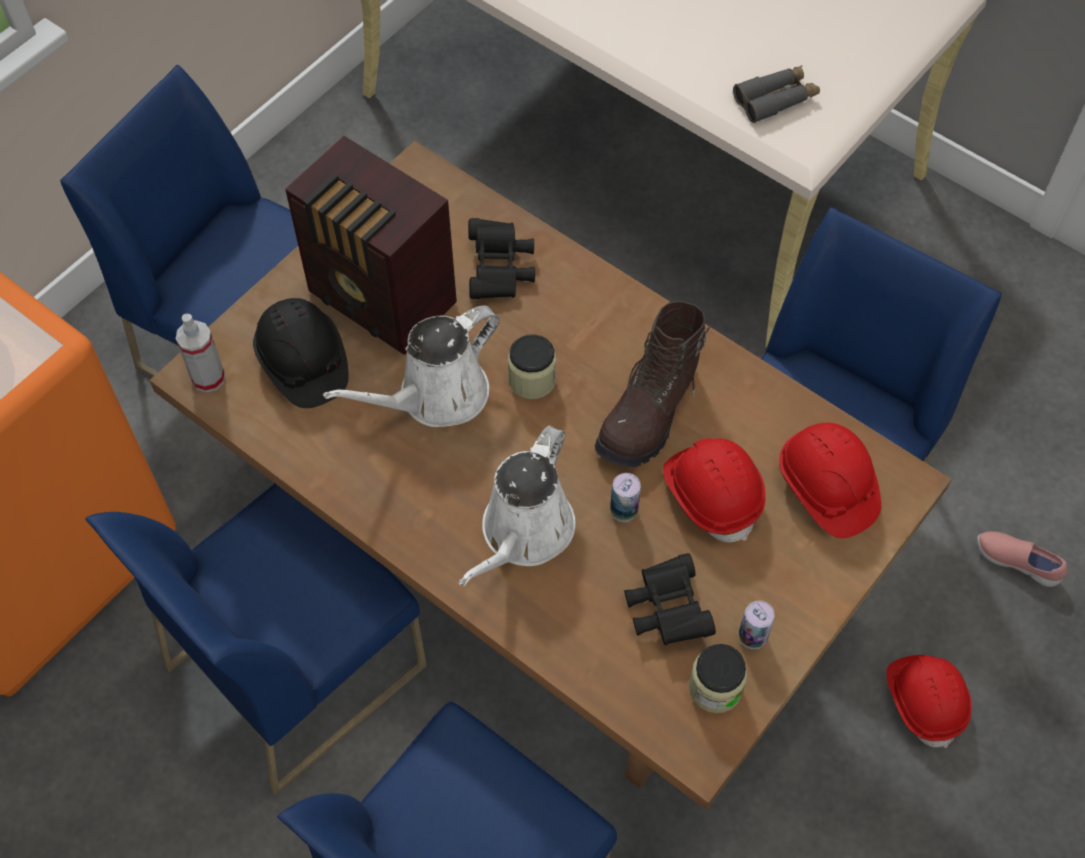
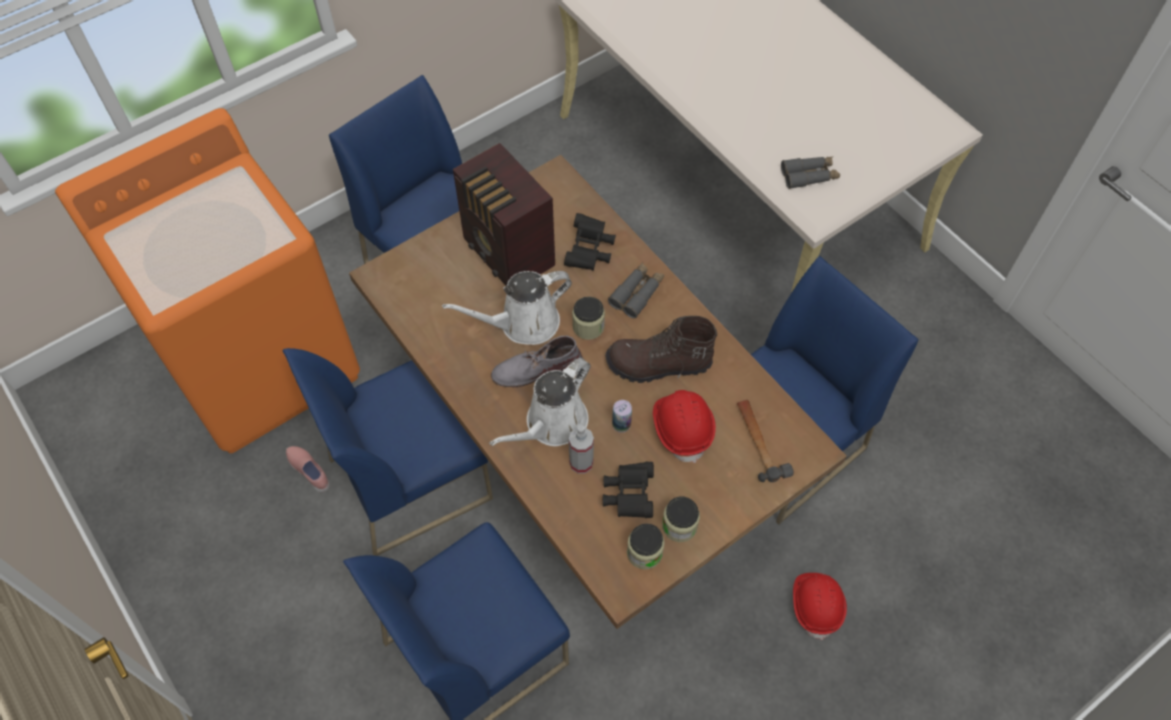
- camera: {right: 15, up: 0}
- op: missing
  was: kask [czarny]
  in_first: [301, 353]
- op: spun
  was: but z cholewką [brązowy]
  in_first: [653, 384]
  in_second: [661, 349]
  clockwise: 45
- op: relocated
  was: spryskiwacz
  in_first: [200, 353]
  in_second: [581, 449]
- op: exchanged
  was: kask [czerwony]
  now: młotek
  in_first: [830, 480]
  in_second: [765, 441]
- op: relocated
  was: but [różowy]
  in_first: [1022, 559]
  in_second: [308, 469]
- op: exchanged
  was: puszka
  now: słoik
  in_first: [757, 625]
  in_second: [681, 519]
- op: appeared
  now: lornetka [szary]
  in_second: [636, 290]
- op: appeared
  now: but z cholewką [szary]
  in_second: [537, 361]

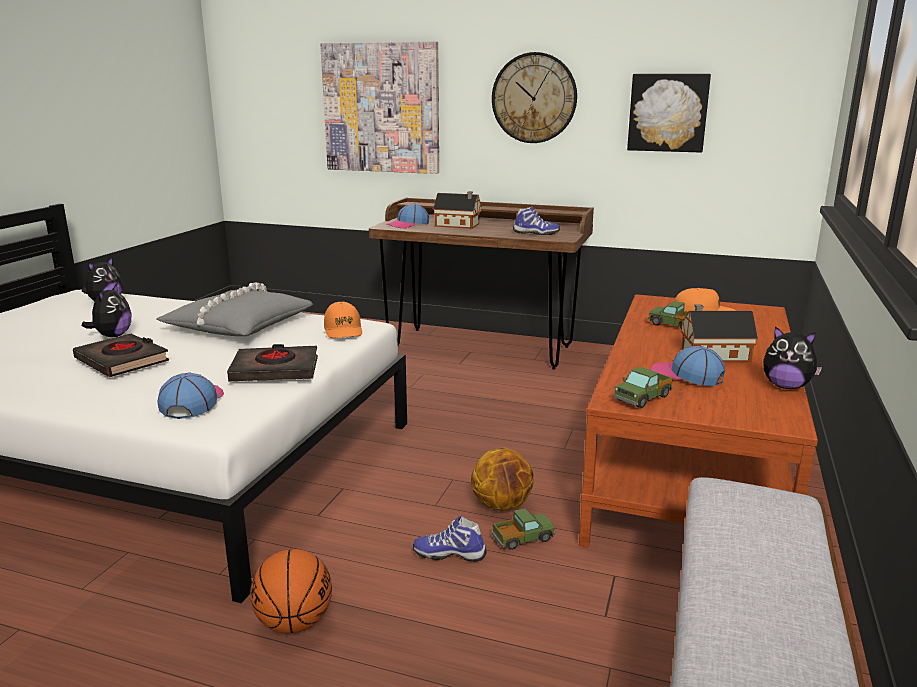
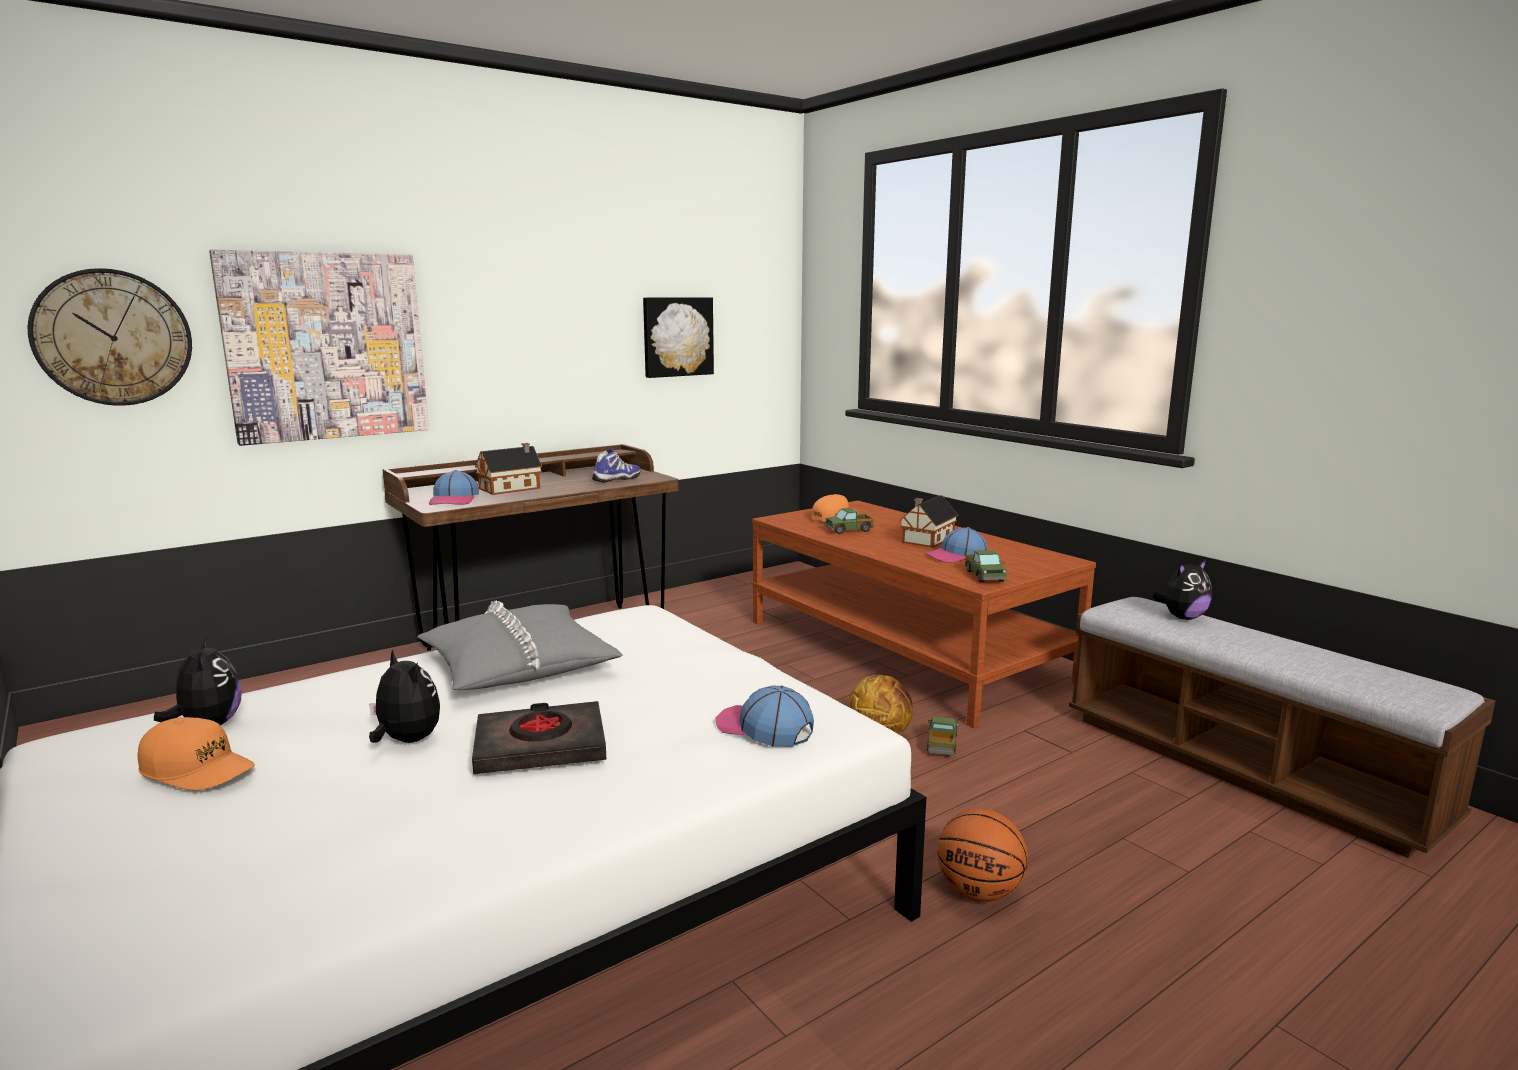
- camera: {right: -55, up: -5}
- op: relocated
  was: zegar ścienny
  in_first: [534, 97]
  in_second: [110, 337]
- op: relocated
  was: czapka z daszkiem [pomarańczowy]
  in_first: [343, 320]
  in_second: [196, 753]
- op: relocated
  was: pluszak
  in_first: [792, 357]
  in_second: [1182, 589]
- op: missing
  was: książka [czarny]
  in_first: [272, 362]
- op: missing
  was: but
  in_first: [450, 539]

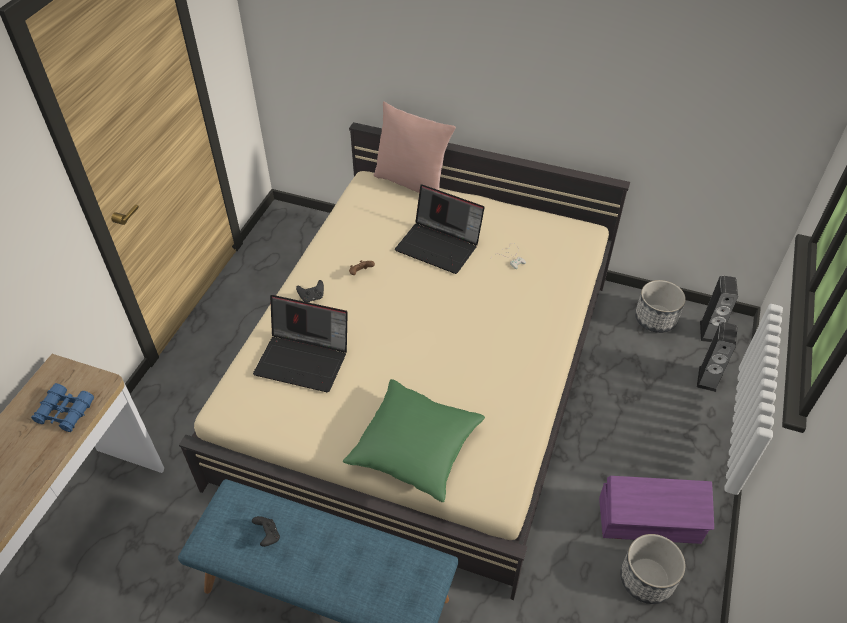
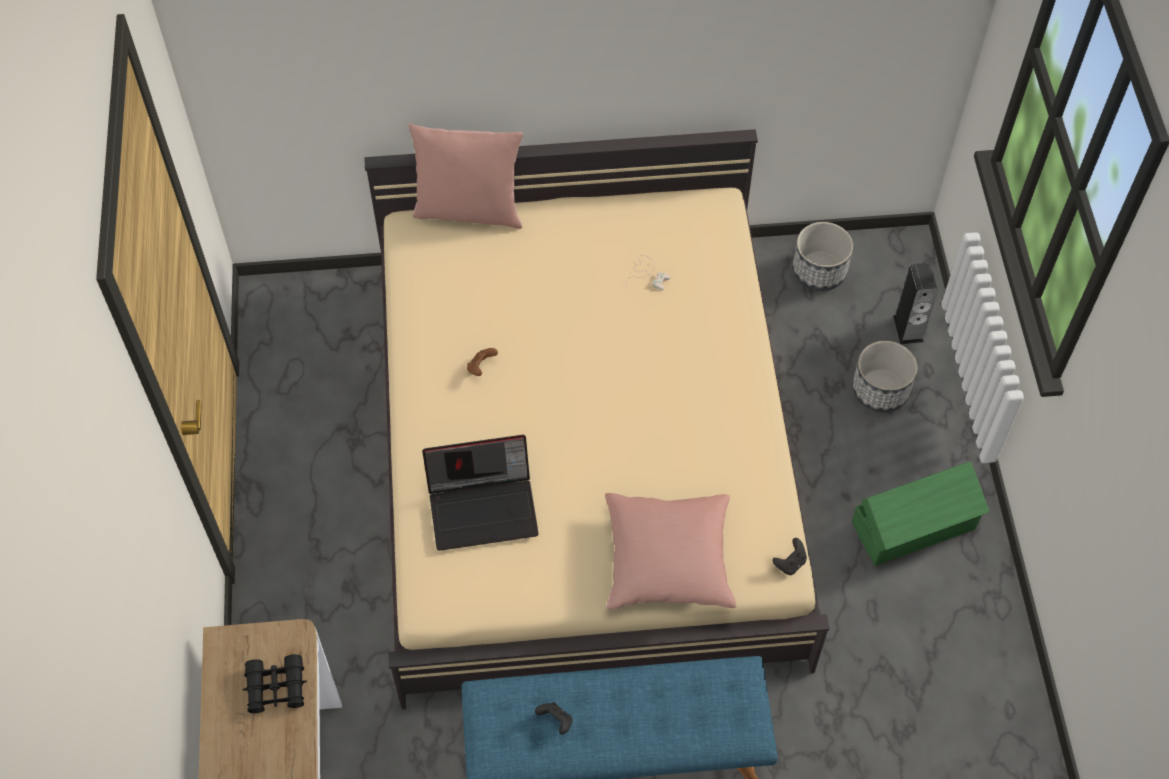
- camera: {right: -25, up: 10}
- op: missing
  was: laptop
  in_first: [440, 229]
- op: missing
  was: głośnik
  in_first: [719, 309]
- op: relocated
  was: pad do gier [czarny]
  in_first: [310, 291]
  in_second: [789, 556]
- op: colour
  was: poduszka [zielony]
  now: poduszka [różowy]
  in_first: [414, 440]
  in_second: [670, 551]
- op: colour
  was: lornetka [niebieski]
  now: lornetka [czarny]
  in_first: [62, 407]
  in_second: [275, 683]
- op: colour
  was: pojemnik do przechowywania [fioletowy]
  now: pojemnik do przechowywania [zielony]
  in_first: [656, 510]
  in_second: [920, 514]
- op: relocated
  was: donica
  in_first: [653, 569]
  in_second: [884, 376]

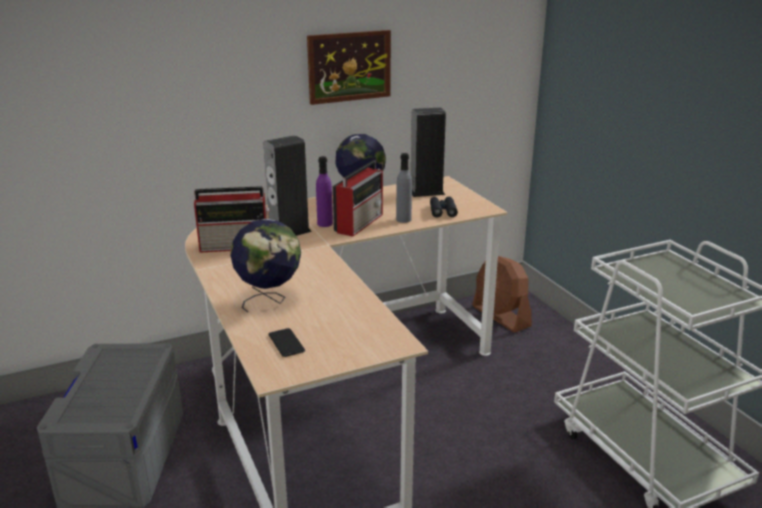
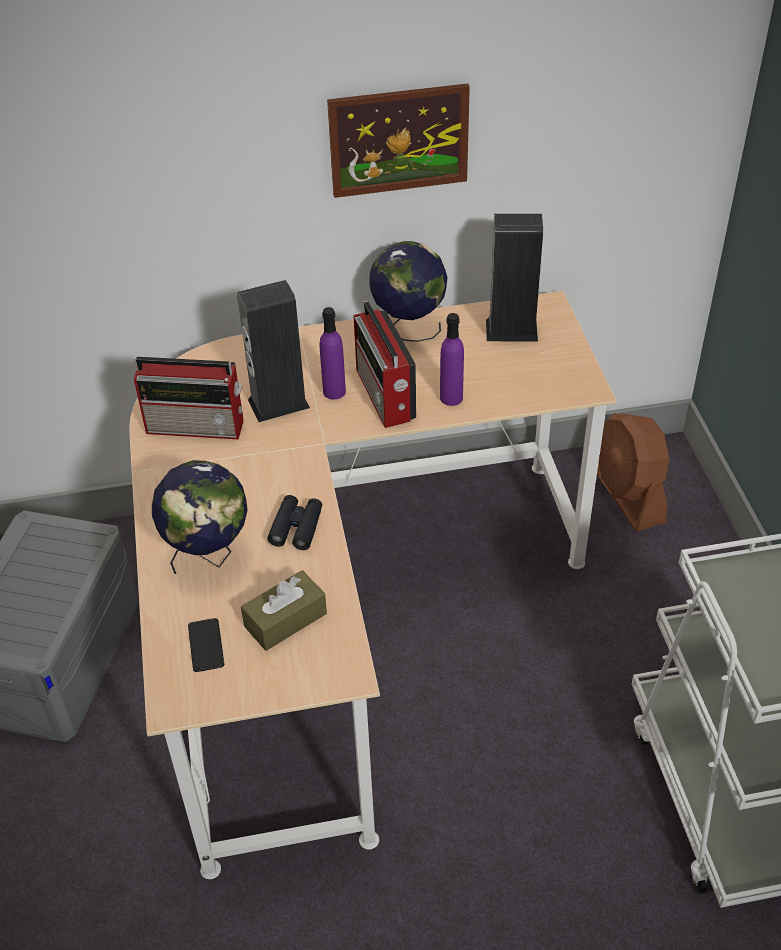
- camera: {right: 15, up: 20}
- op: colour
  was: butelka [szary]
  now: butelka [fioletowy]
  in_first: [404, 188]
  in_second: [452, 359]
- op: spun
  was: radio
  in_first: [358, 198]
  in_second: [385, 364]
  clockwise: 120
- op: relocated
  was: lornetka [czarny]
  in_first: [444, 207]
  in_second: [294, 522]
- op: appeared
  now: pudełko chusteczek [brązowy]
  in_second: [284, 610]

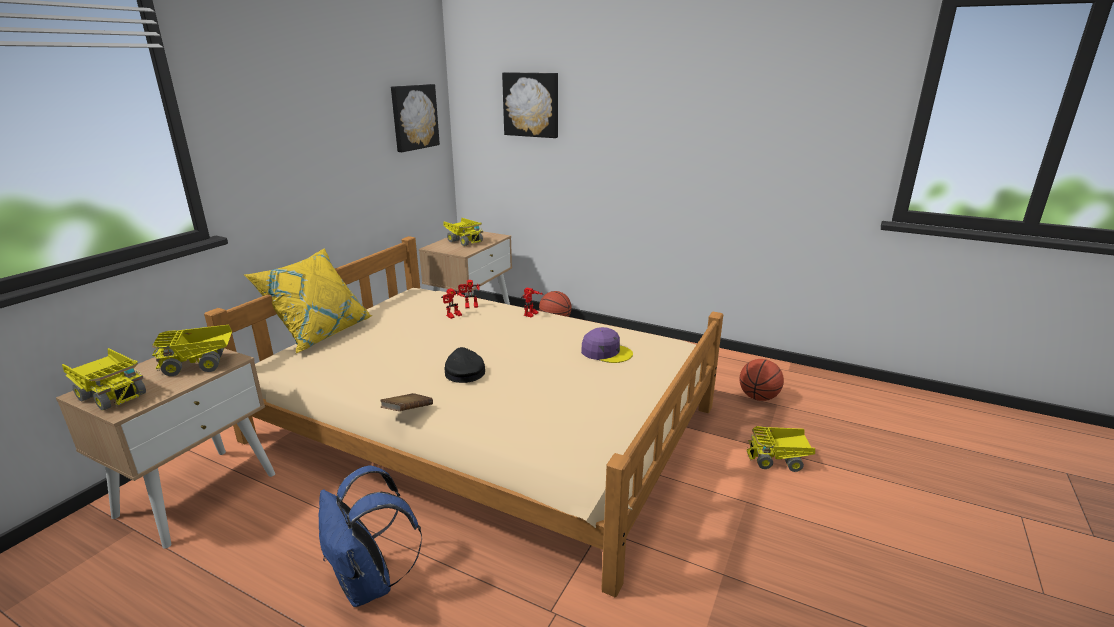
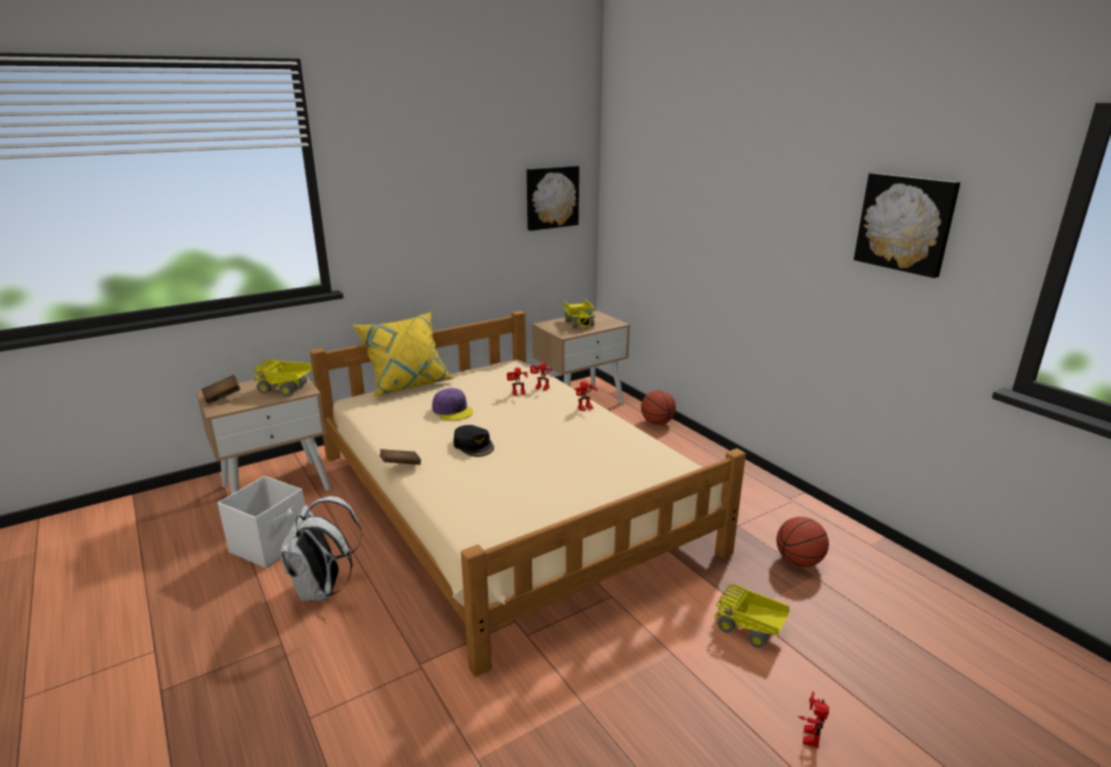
- camera: {right: 30, up: 0}
- op: relocated
  was: obraz
  in_first: [530, 105]
  in_second: [907, 225]
- op: relocated
  was: czapka z daszkiem [fioletowy]
  in_first: [607, 345]
  in_second: [452, 404]
- op: spun
  was: czapka z daszkiem [czarny]
  in_first: [465, 365]
  in_second: [473, 441]
  clockwise: 135
- op: exchanged
  was: ciężarówka zabawkowa
  now: książka [brązowy]
  in_first: [104, 379]
  in_second: [220, 389]
- op: colour
  was: plecak [niebieski]
  now: plecak [biały]
  in_first: [370, 536]
  in_second: [321, 548]
- op: appeared
  now: pojemnik do przechowywania [biały]
  in_second: [261, 522]
- op: appeared
  now: robot zabawkowy
  in_second: [813, 719]

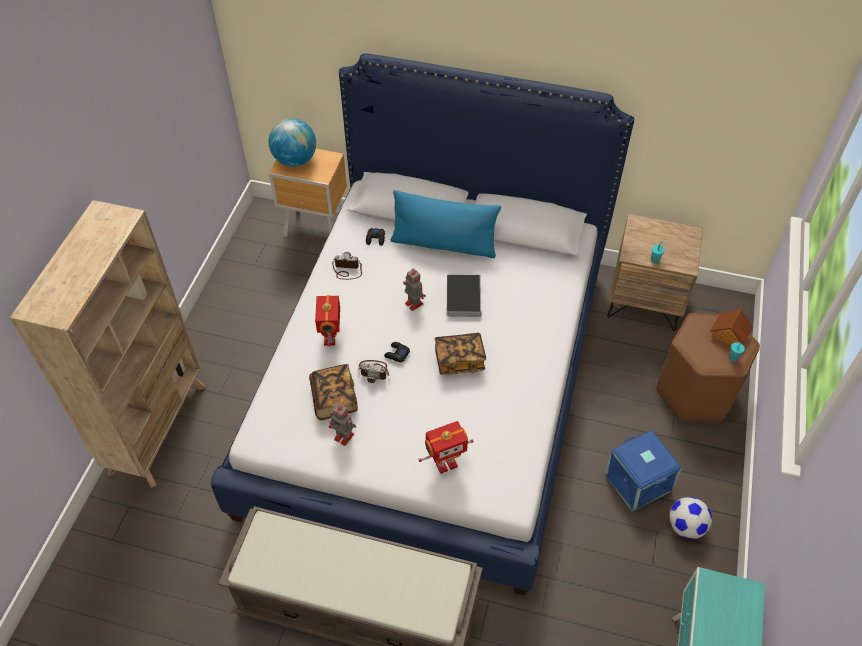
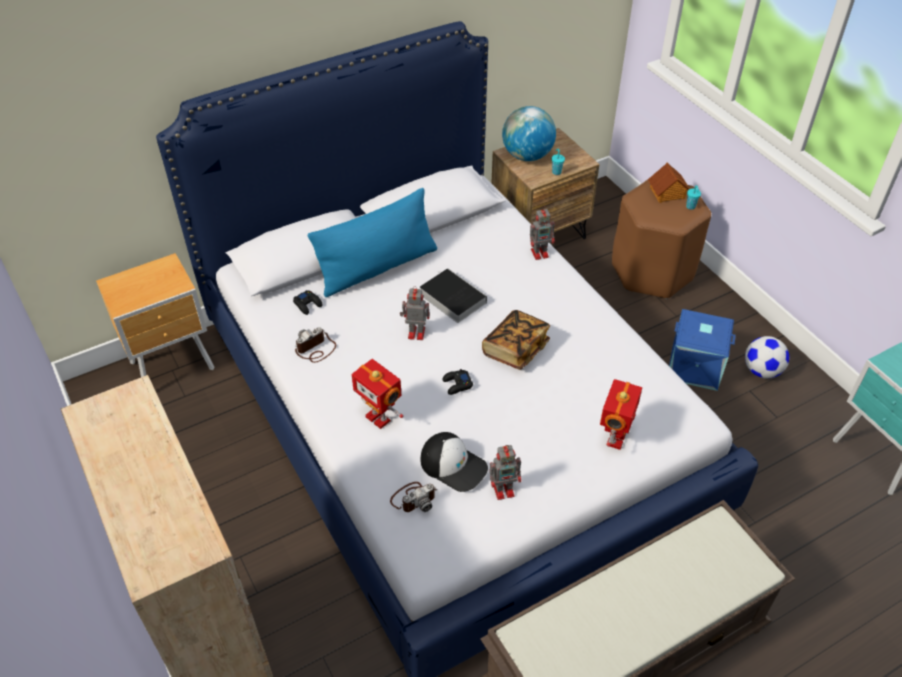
- camera: {right: -45, up: -5}
- op: relocated
  was: globus
  in_first: [292, 142]
  in_second: [529, 133]
- op: relocated
  was: aparat fotograficzny
  in_first: [373, 371]
  in_second: [413, 497]
- op: exchanged
  was: książka
  now: czapka z daszkiem
  in_first: [333, 392]
  in_second: [454, 462]
- op: appeared
  now: robot zabawkowy
  in_second: [542, 233]

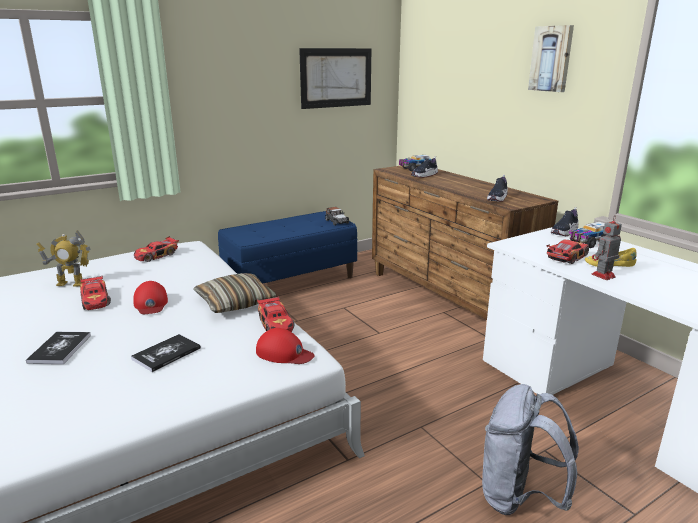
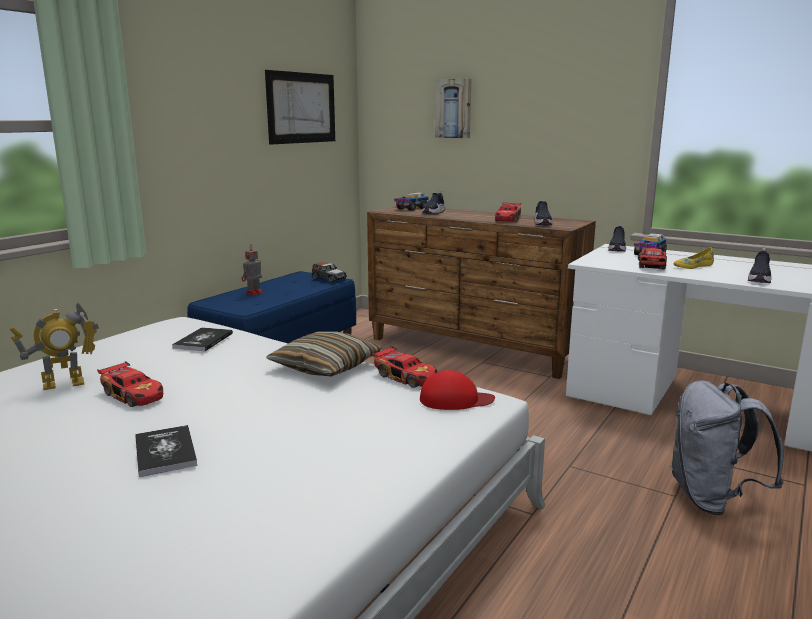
- camera: {right: -25, up: -5}
- op: relocated
  was: obraz
  in_first: [551, 58]
  in_second: [453, 108]
- op: relocated
  was: robot zabawkowy
  in_first: [607, 247]
  in_second: [252, 271]
- op: relocated
  was: samochodzik
  in_first: [156, 249]
  in_second: [508, 212]
- op: missing
  was: czapka z daszkiem [czerwony]
  in_first: [150, 297]
- op: relocated
  was: książka
  in_first: [166, 353]
  in_second: [202, 339]
- op: appeared
  now: but
  in_second: [760, 265]

